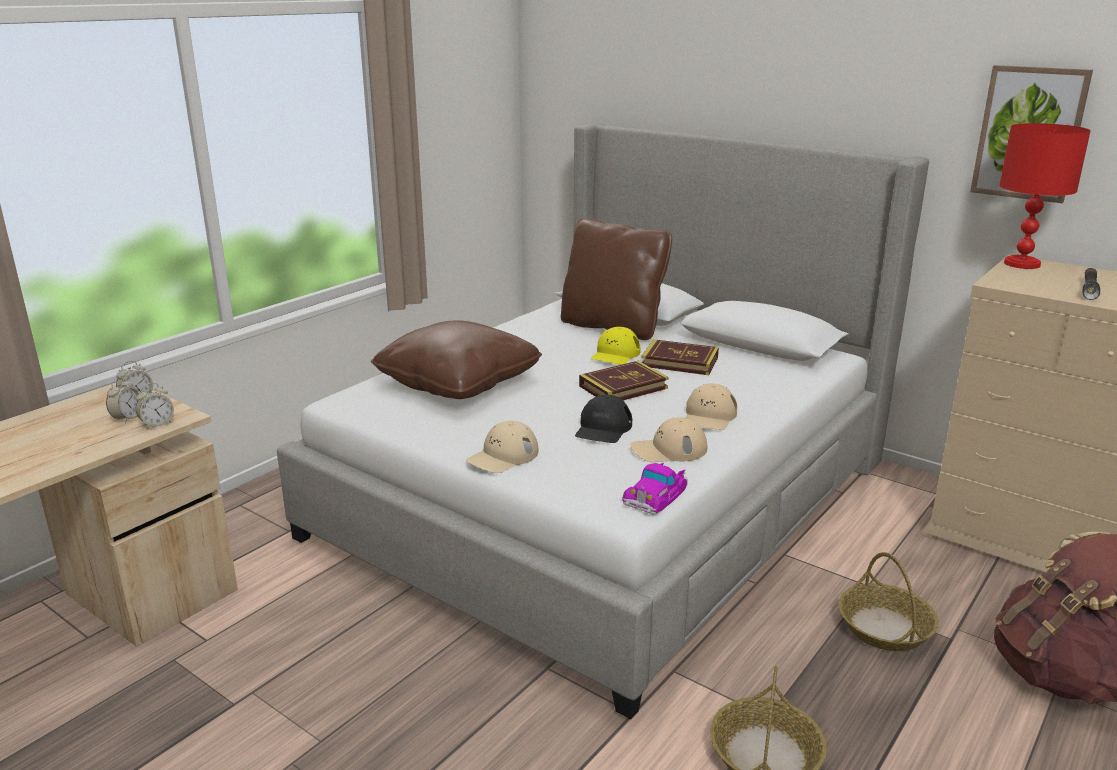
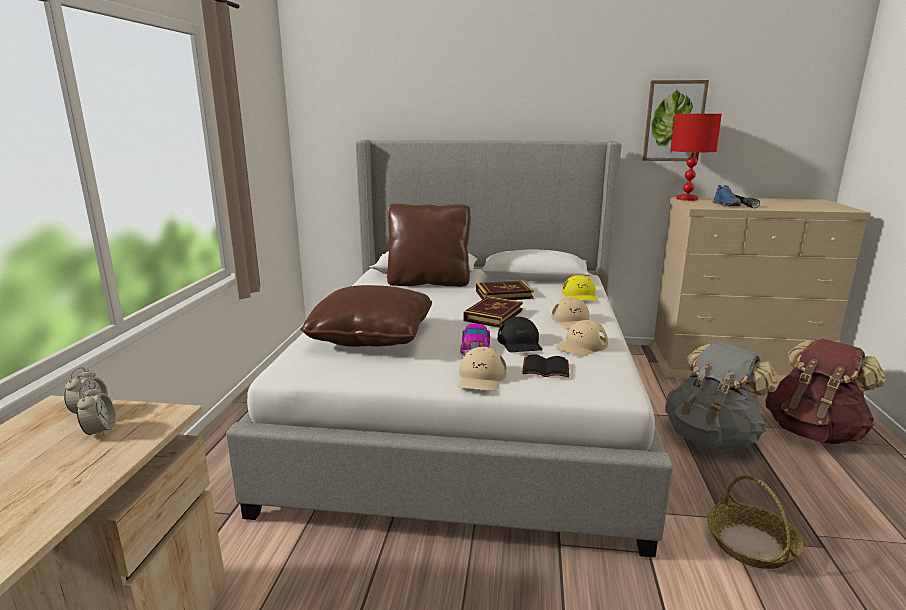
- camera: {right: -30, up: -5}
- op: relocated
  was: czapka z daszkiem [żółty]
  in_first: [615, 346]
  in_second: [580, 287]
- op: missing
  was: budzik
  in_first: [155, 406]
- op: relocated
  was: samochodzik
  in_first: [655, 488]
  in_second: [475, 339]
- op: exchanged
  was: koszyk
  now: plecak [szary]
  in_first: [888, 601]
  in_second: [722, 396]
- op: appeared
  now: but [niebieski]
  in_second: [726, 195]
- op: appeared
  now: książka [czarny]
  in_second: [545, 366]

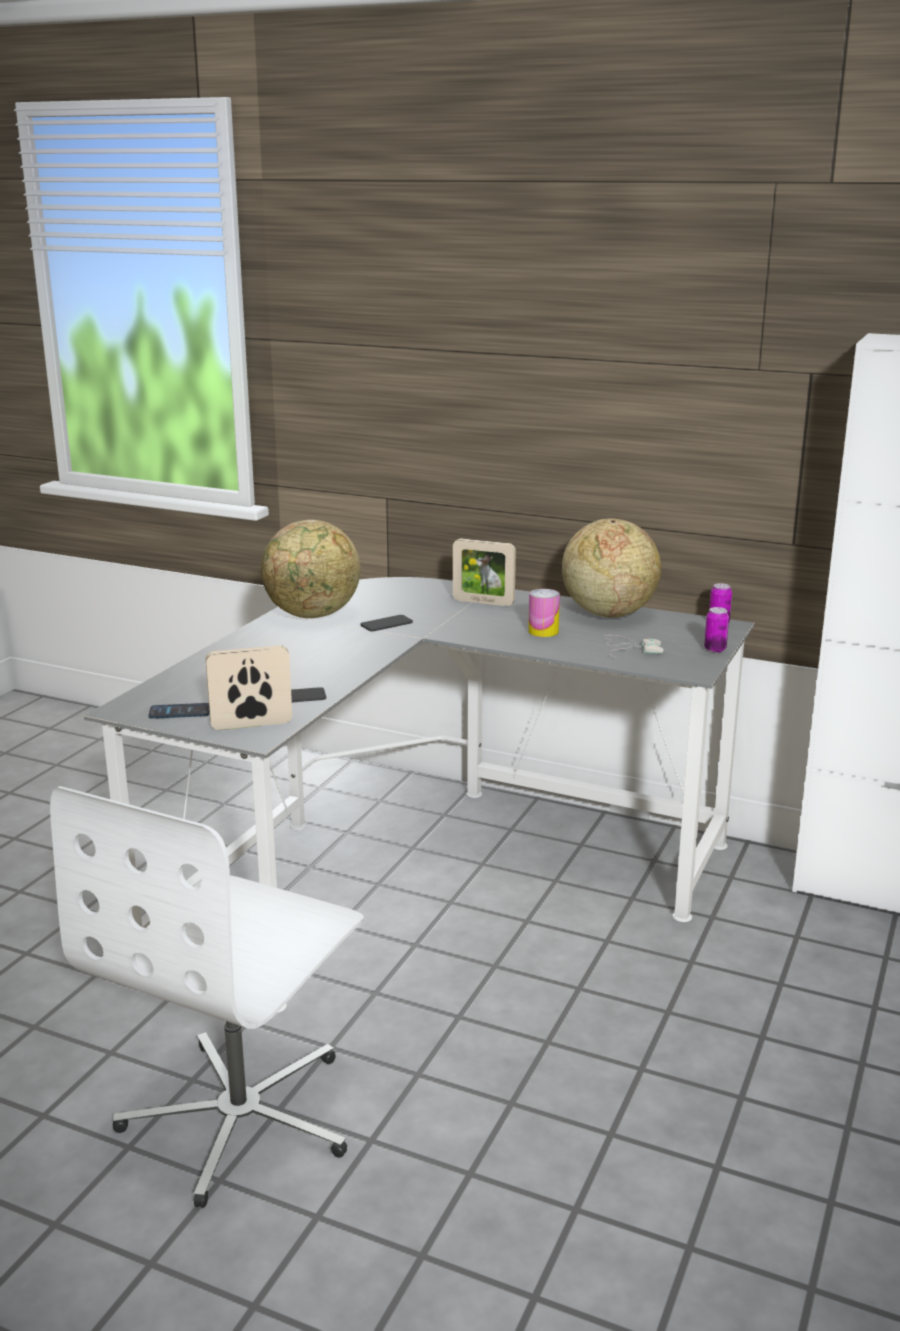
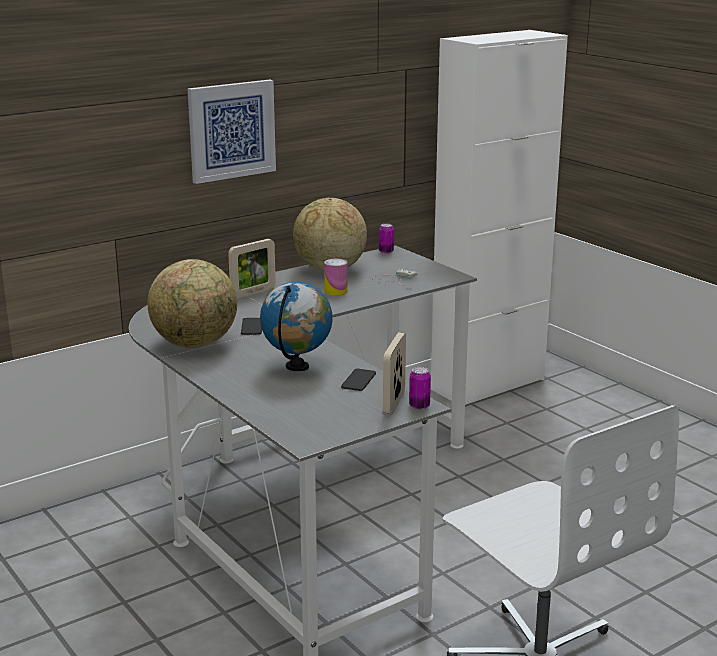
- camera: {right: -60, up: 0}
- op: relocated
  was: puszka
  in_first: [716, 630]
  in_second: [420, 388]
- op: missing
  was: telefon
  in_first: [179, 711]
- op: appeared
  now: obraz
  in_second: [232, 132]
- op: appeared
  now: globus
  in_second: [296, 326]

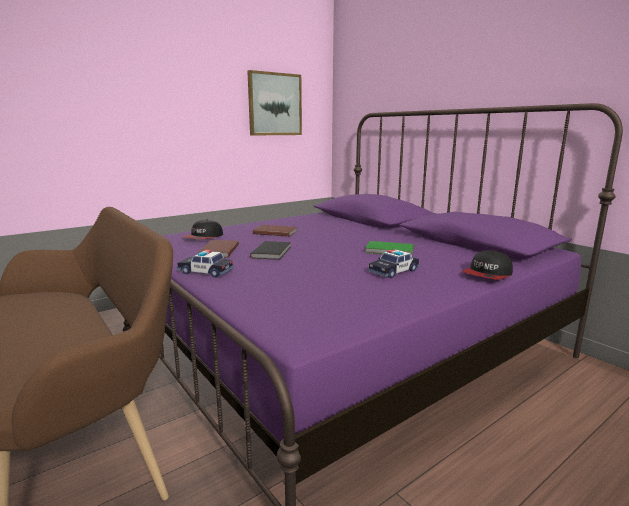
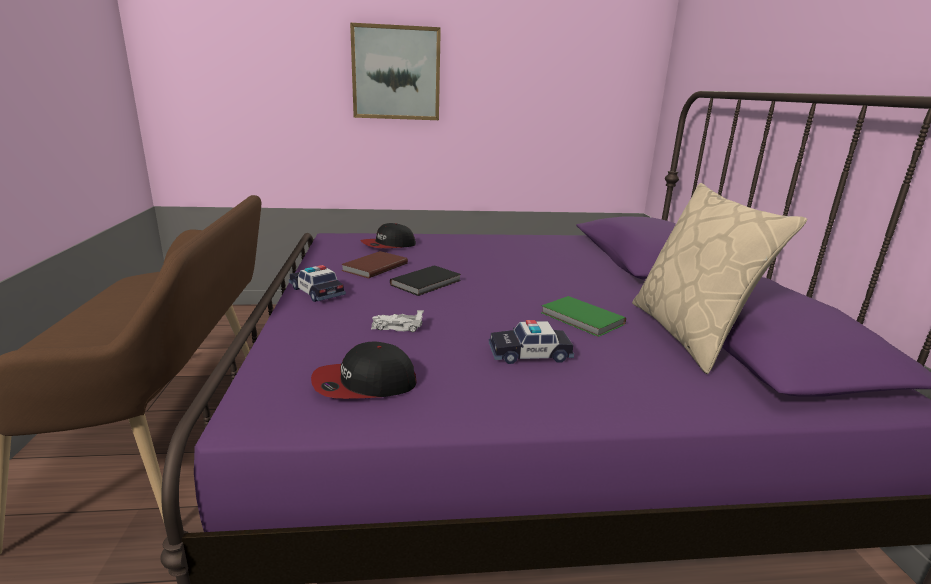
- camera: {right: 30, up: 5}
- op: relocated
  was: obraz
  in_first: [274, 102]
  in_second: [395, 71]
- op: missing
  was: książka [brązowy]
  in_first: [275, 231]
- op: relocated
  was: czapka z daszkiem
  in_first: [487, 264]
  in_second: [364, 370]
- op: appeared
  now: poduszka [beżowy]
  in_second: [719, 278]
- op: appeared
  now: samochodzik [biały]
  in_second: [397, 321]

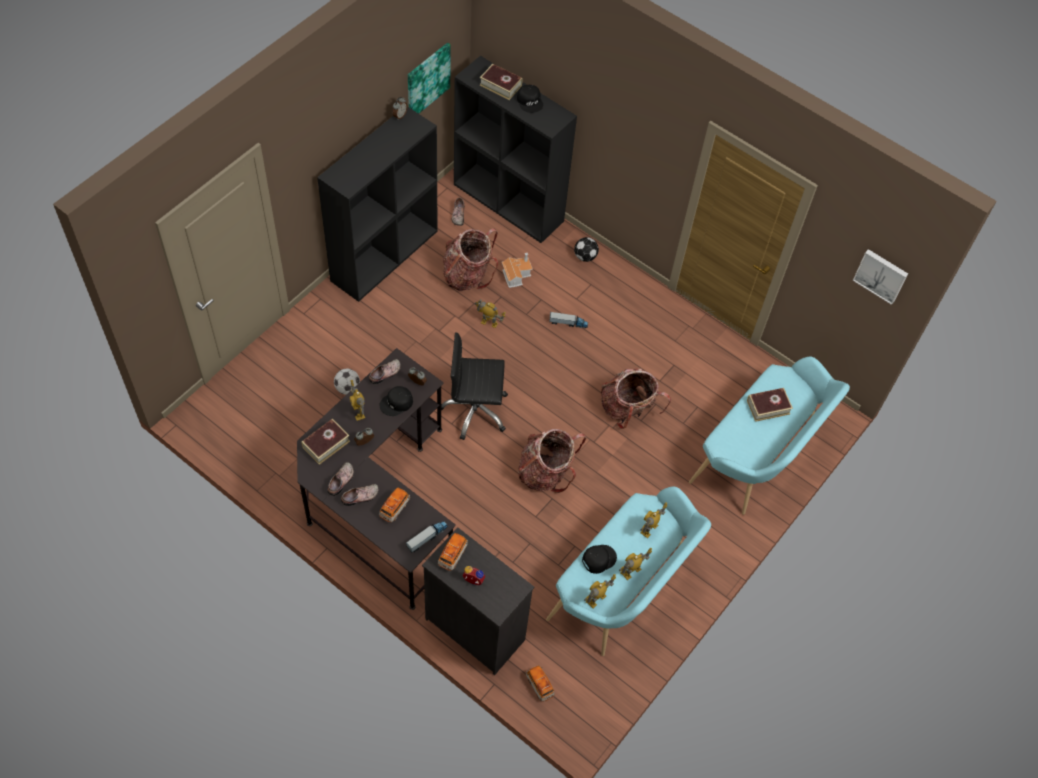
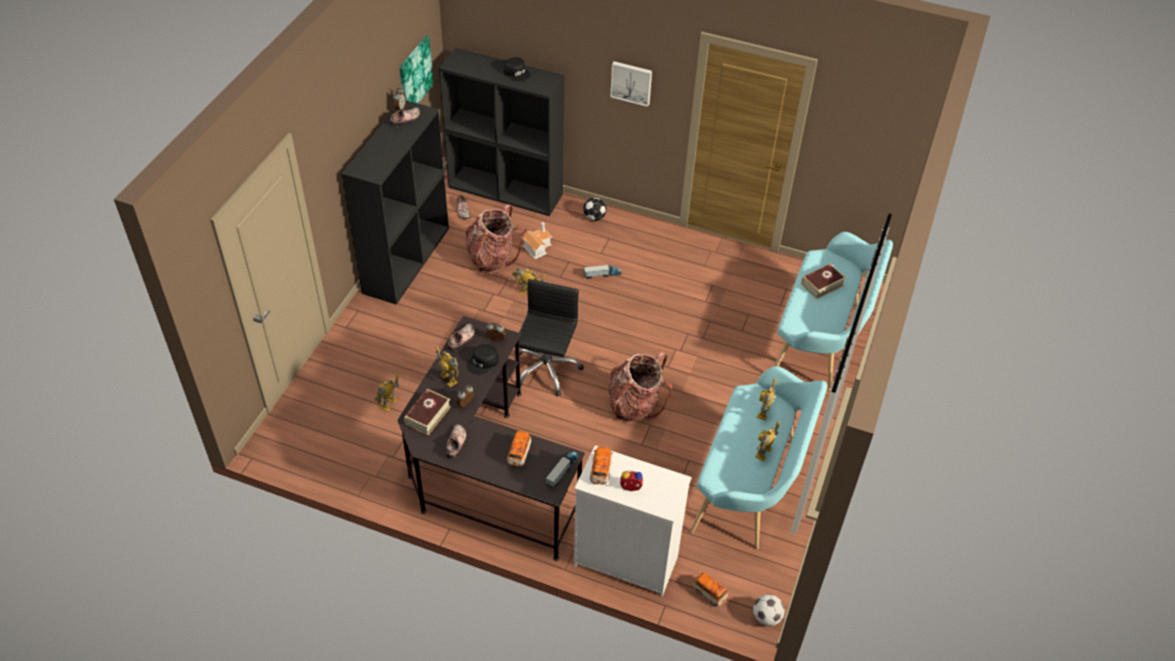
- camera: {right: -15, up: -10}
- op: missing
  was: książka
  in_first: [501, 82]
- op: relocated
  was: obraz
  in_first: [880, 277]
  in_second: [631, 84]
- op: spun
  was: krzesło biurowe [czarny]
  in_first: [474, 386]
  in_second: [551, 337]
  clockwise: 120
- op: missing
  was: plecak
  in_first: [636, 398]
- op: relocated
  was: piłka futbolowa
  in_first: [347, 382]
  in_second: [769, 610]
- op: relocated
  was: but
  in_first: [360, 495]
  in_second: [405, 116]
- op: colour
  was: komoda [czarny]
  now: komoda [biały]
  in_first: [478, 601]
  in_second: [633, 521]
- op: missing
  was: czapka z daszkiem [czarny]
  in_first: [599, 559]
- op: relocated
  was: robot zabawkowy
  in_first: [600, 591]
  in_second: [386, 393]

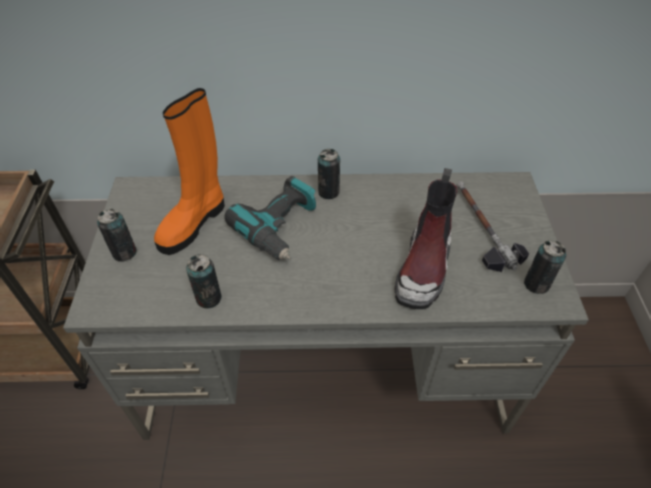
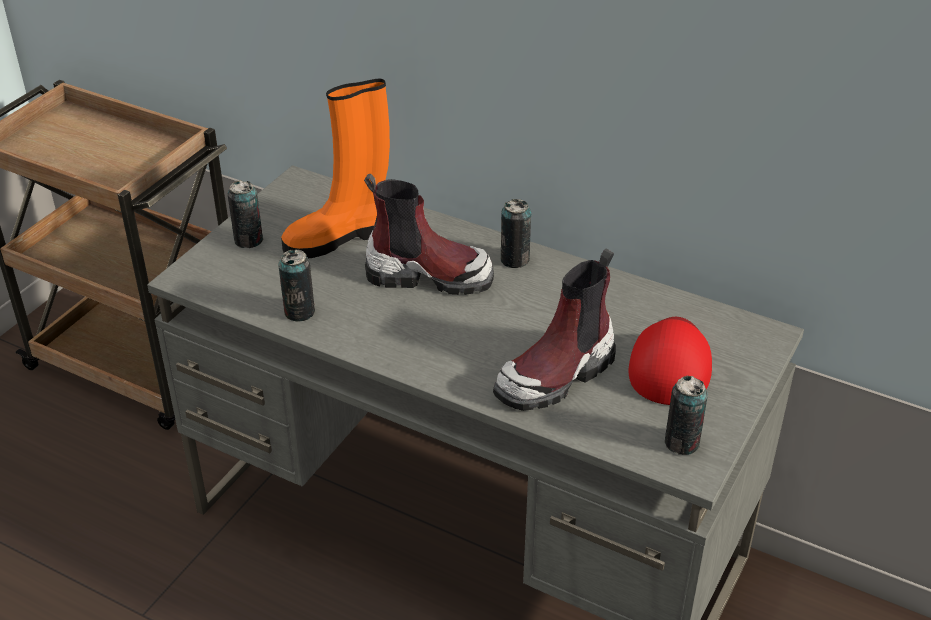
- camera: {right: 30, up: -10}
- op: exchanged
  was: wiertarka
  now: but z cholewką
  in_first: [270, 218]
  in_second: [429, 234]
- op: exchanged
  was: młotek
  now: czapka z daszkiem [czerwony]
  in_first: [492, 226]
  in_second: [670, 361]

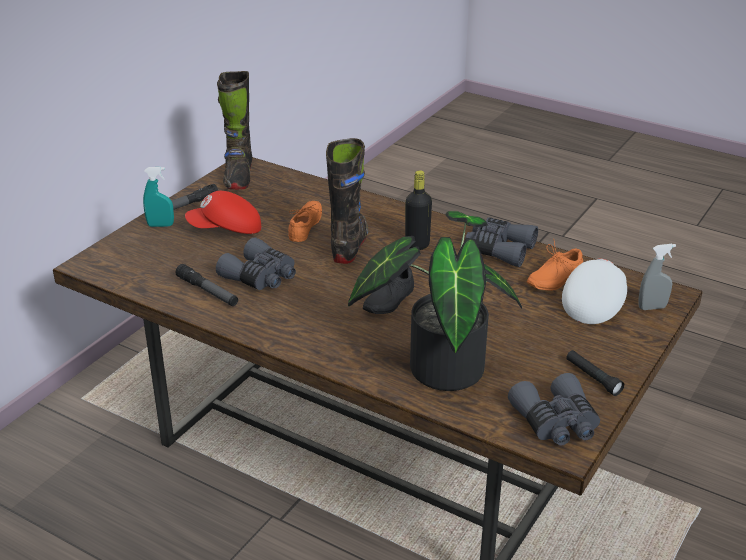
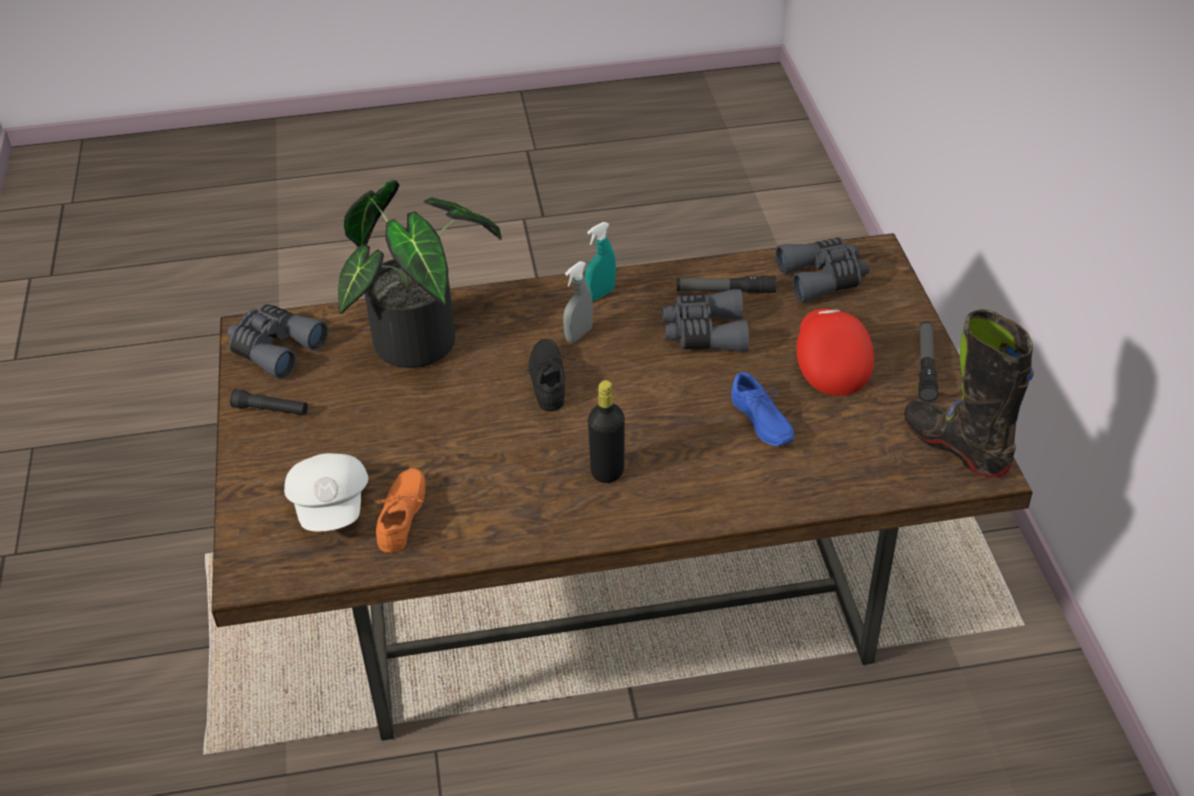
- camera: {right: 140, up: 10}
- op: missing
  was: but z cholewką [czarny]
  in_first: [347, 201]
- op: relocated
  was: spryskiwacz [turkusowy]
  in_first: [158, 197]
  in_second: [600, 261]
- op: spun
  was: czapka z daszkiem [czerwony]
  in_first: [223, 212]
  in_second: [835, 352]
  clockwise: -45
- op: colour
  was: but [pomarańczowy]
  now: but [niebieski]
  in_first: [305, 221]
  in_second: [762, 409]
- op: relocated
  was: lornetka [szary]
  in_first: [501, 242]
  in_second: [822, 270]
- op: relocated
  was: spryskiwacz [szary]
  in_first: [657, 277]
  in_second: [578, 302]

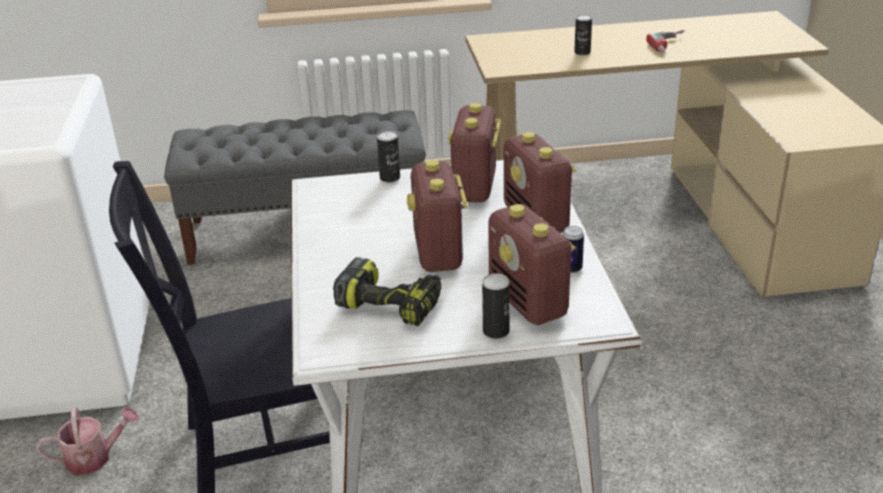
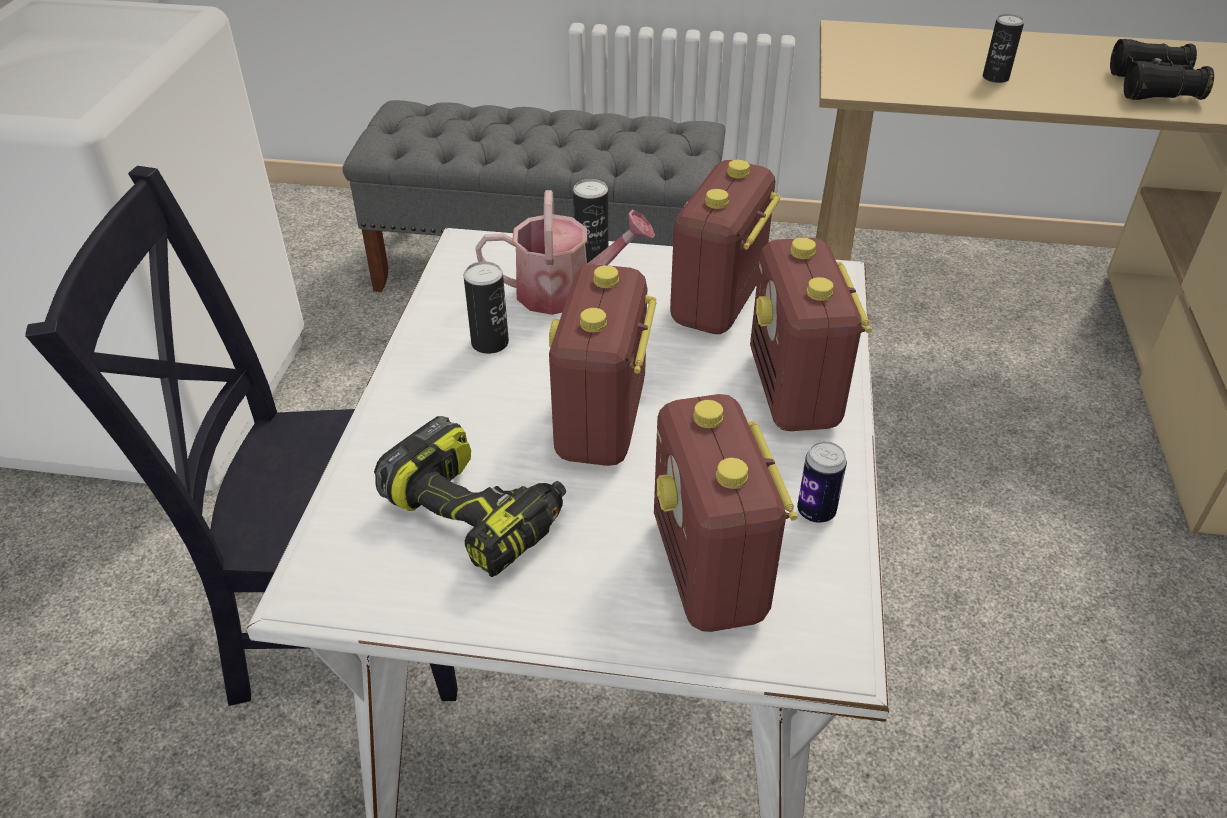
- camera: {right: 15, up: 10}
- op: exchanged
  was: wiertarka
  now: lornetka [czarny]
  in_first: [665, 41]
  in_second: [1162, 69]
- op: relocated
  was: puszka
  in_first: [496, 306]
  in_second: [486, 307]
- op: relocated
  was: konewka
  in_first: [88, 441]
  in_second: [565, 252]

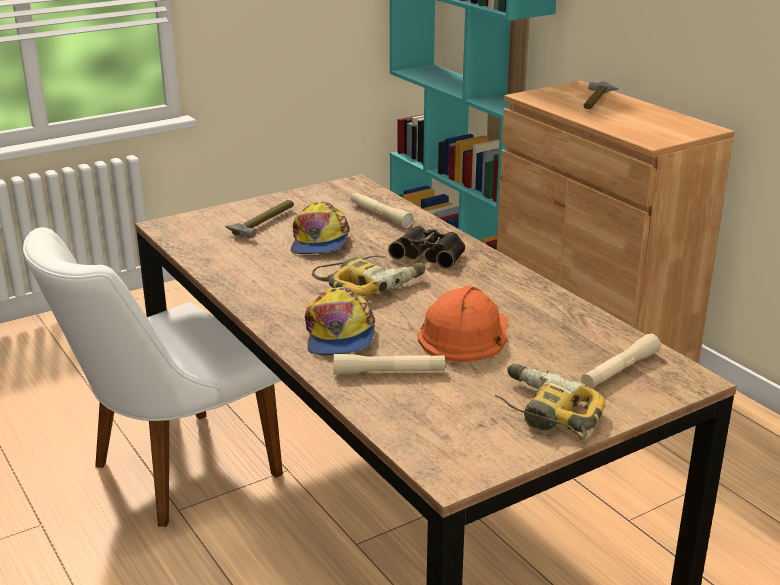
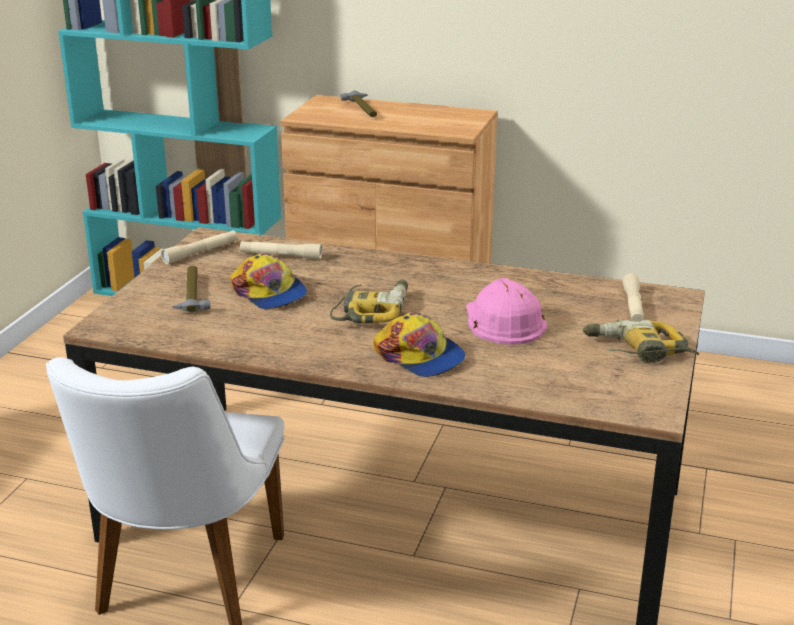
- camera: {right: -40, up: 0}
- op: missing
  was: lornetka
  in_first: [426, 247]
- op: colour
  was: kask [pomarańczowy]
  now: kask [różowy]
  in_first: [462, 324]
  in_second: [506, 311]
- op: relocated
  was: latarka [beżowy]
  in_first: [389, 364]
  in_second: [199, 247]

